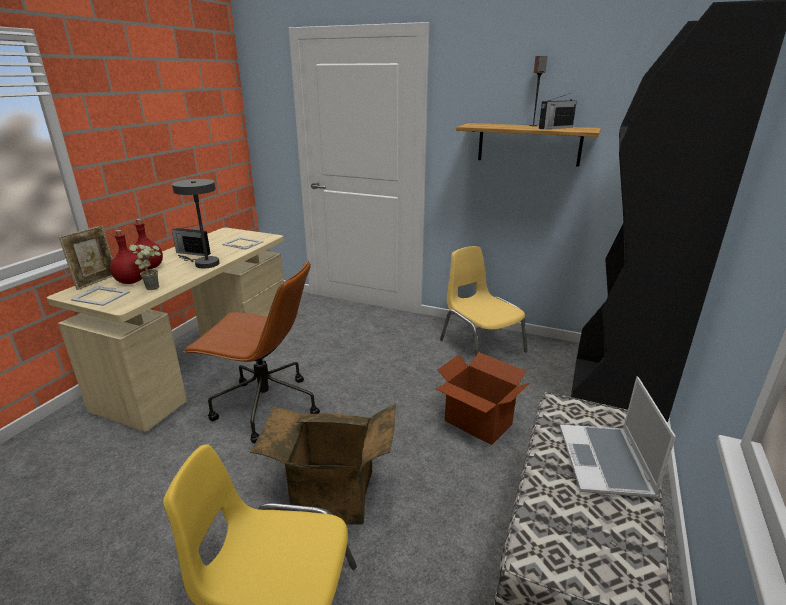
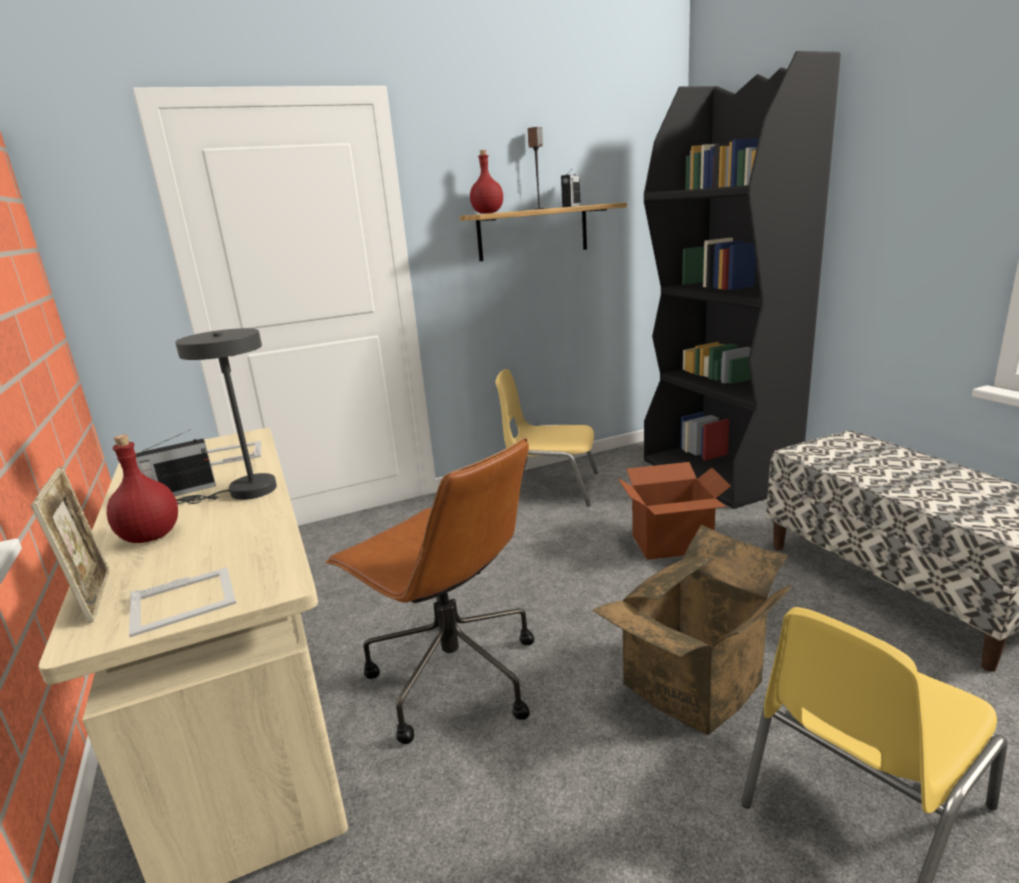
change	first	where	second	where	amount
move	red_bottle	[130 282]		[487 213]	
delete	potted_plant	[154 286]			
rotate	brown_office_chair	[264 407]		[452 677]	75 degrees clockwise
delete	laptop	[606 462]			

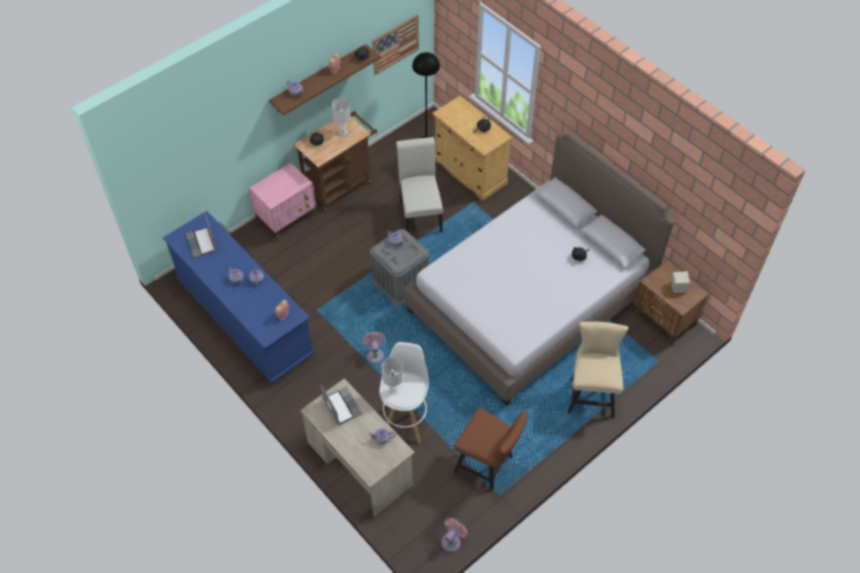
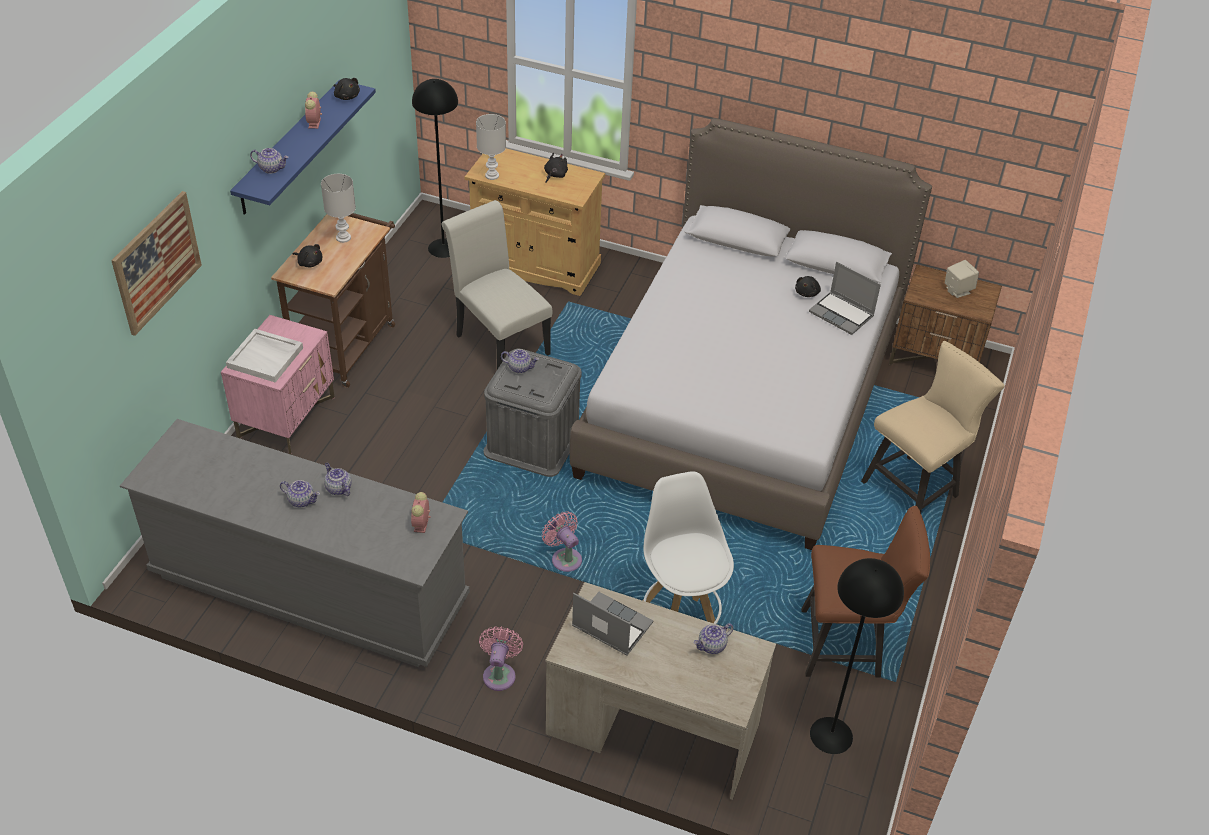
change	first	where	second	where	amount
move	picture	[395 44]		[157 262]	
recolor	brown_shelf	[319 79]	blue_shelf	[289 147]	
recolor	blue_dresser	[245 318]	grey_dresser	[310 587]	
move	laptop	[202 243]		[842 314]	
rotate	beige_chair	[591 393]		[915 487]	75 degrees clockwise
move	white_table_lamp	[394 389]		[492 175]	
move	pink_fan	[452 540]		[500 673]	
insert			white_tray	[266 357]	
insert			black_floor_lamp	[831 735]	

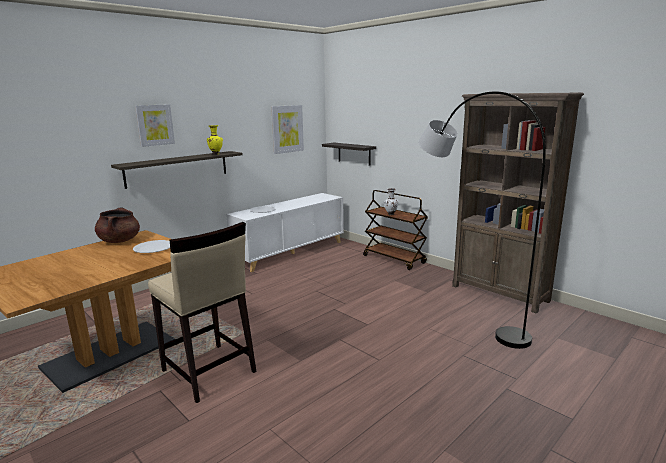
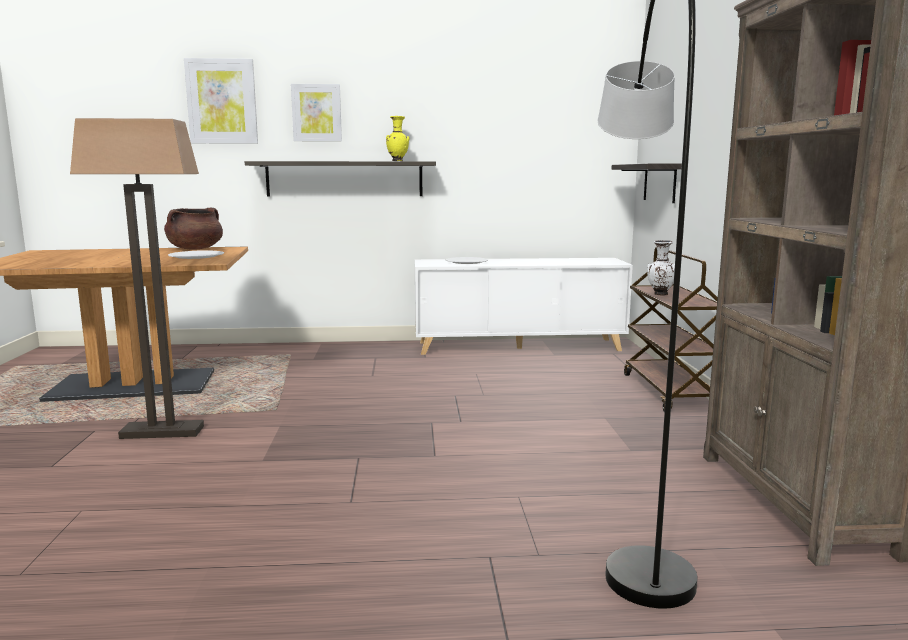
change	first	where	second	where	amount
move	picture	[287 129]		[222 101]	
replace	beige_stool	[208 372]	floor_lamp	[161 432]	

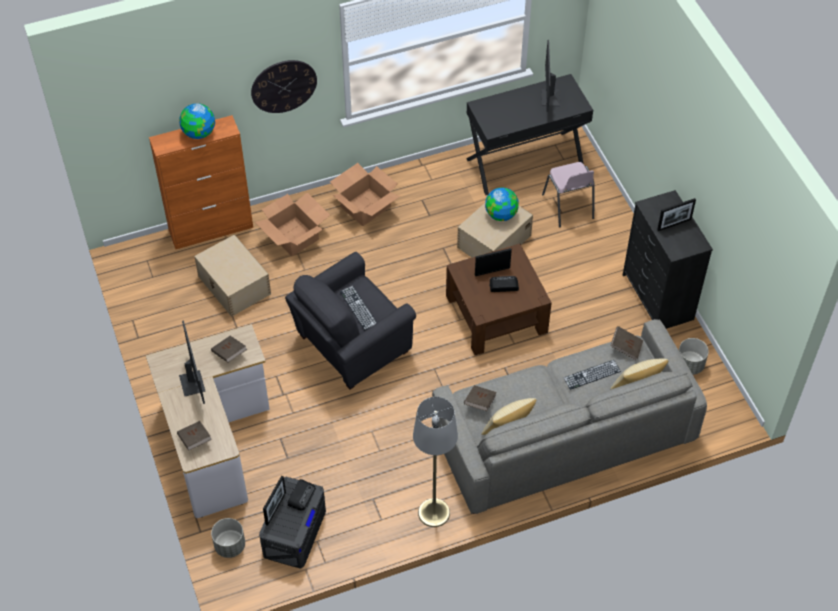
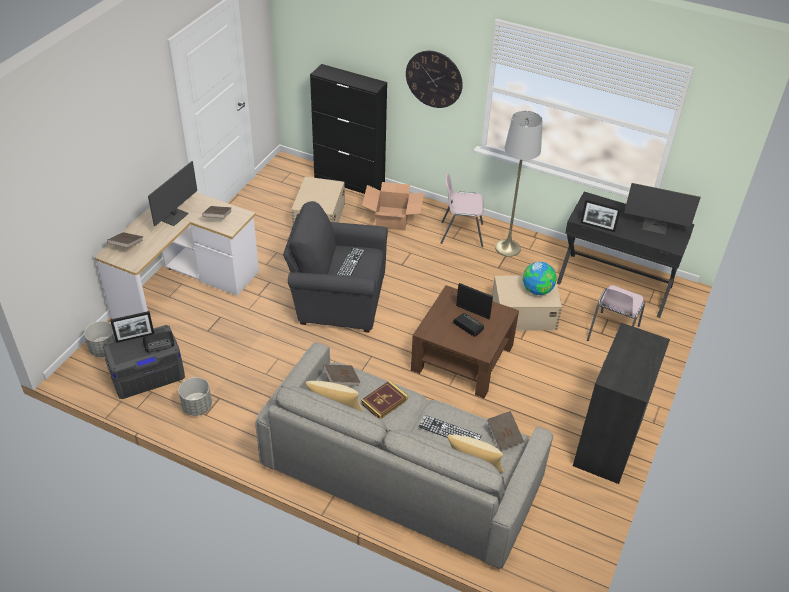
change	first	where	second	where	amount
rotate	monitor	[549 97]		[654 227]	120 degrees counterclockwise
delete	globe	[199 133]			
recolor	orange_cabinet	[211 229]	black_cabinet	[349 182]	
replace	cardboard_box	[365 207]	pink_chair	[461 233]	
move	picture_frame	[674 224]		[597 226]	
move	grey_planter	[690 365]		[197 407]	
move	grey_floor_lamp	[434 512]		[507 248]	
insert			book	[384 402]	

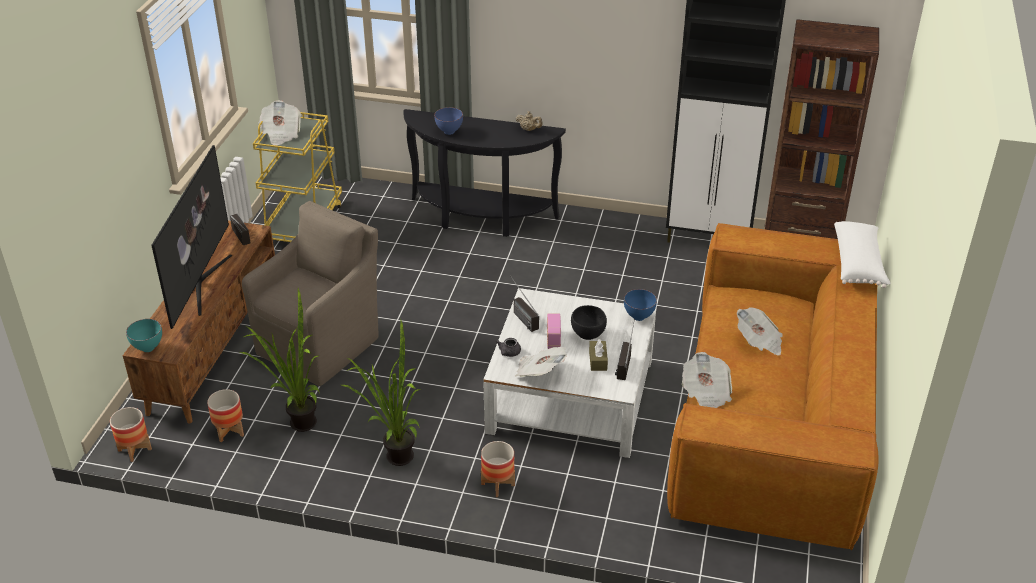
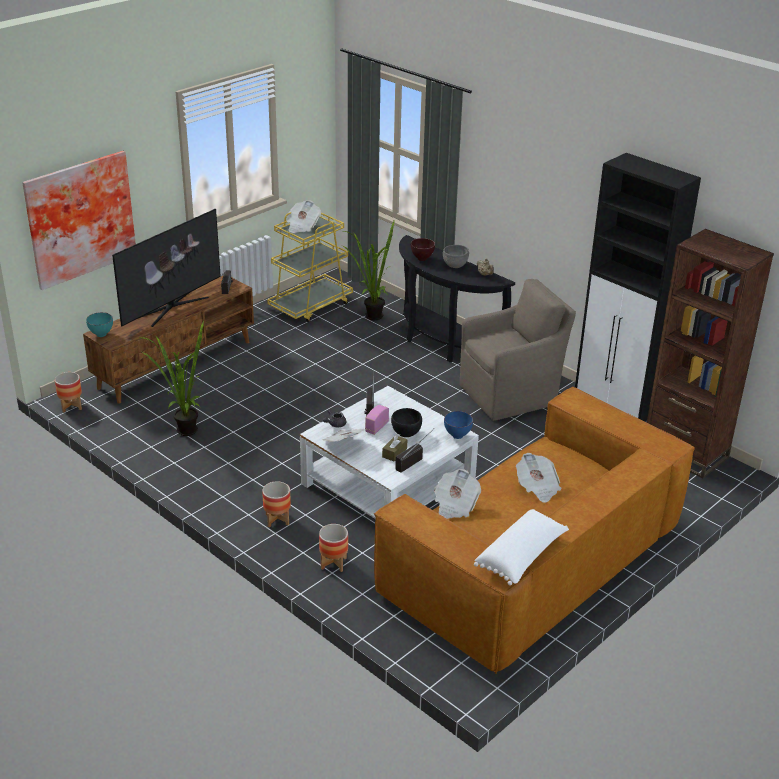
change	first	where	second	where	amount
recolor	blue_bowl	[449 132]	brown_bowl	[422 259]	
move	brown_armchair	[321 344]		[511 394]	
move	white_pillow	[858 264]		[522 556]	
move	potted_plant	[393 458]		[370 315]	
move	planter	[229 431]		[333 563]	
insert			picture	[79 218]	
insert			grey_bowl	[455 265]	

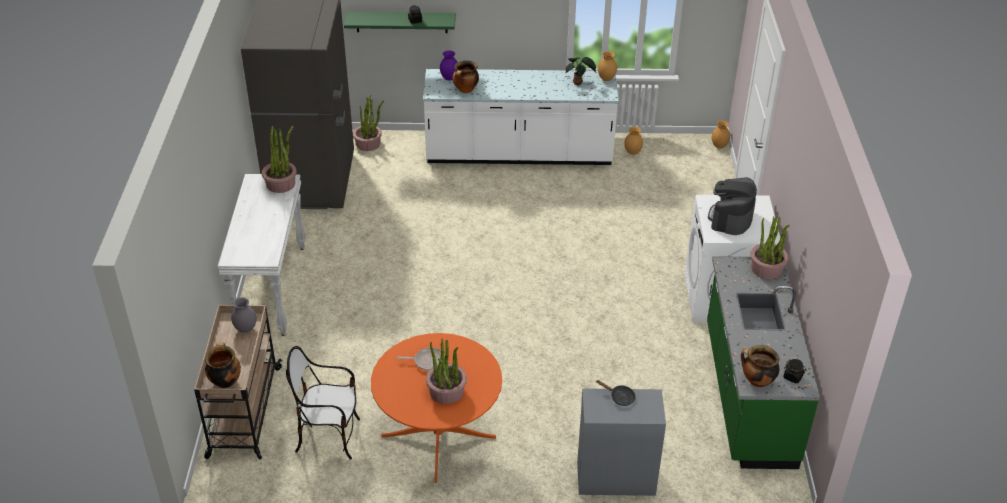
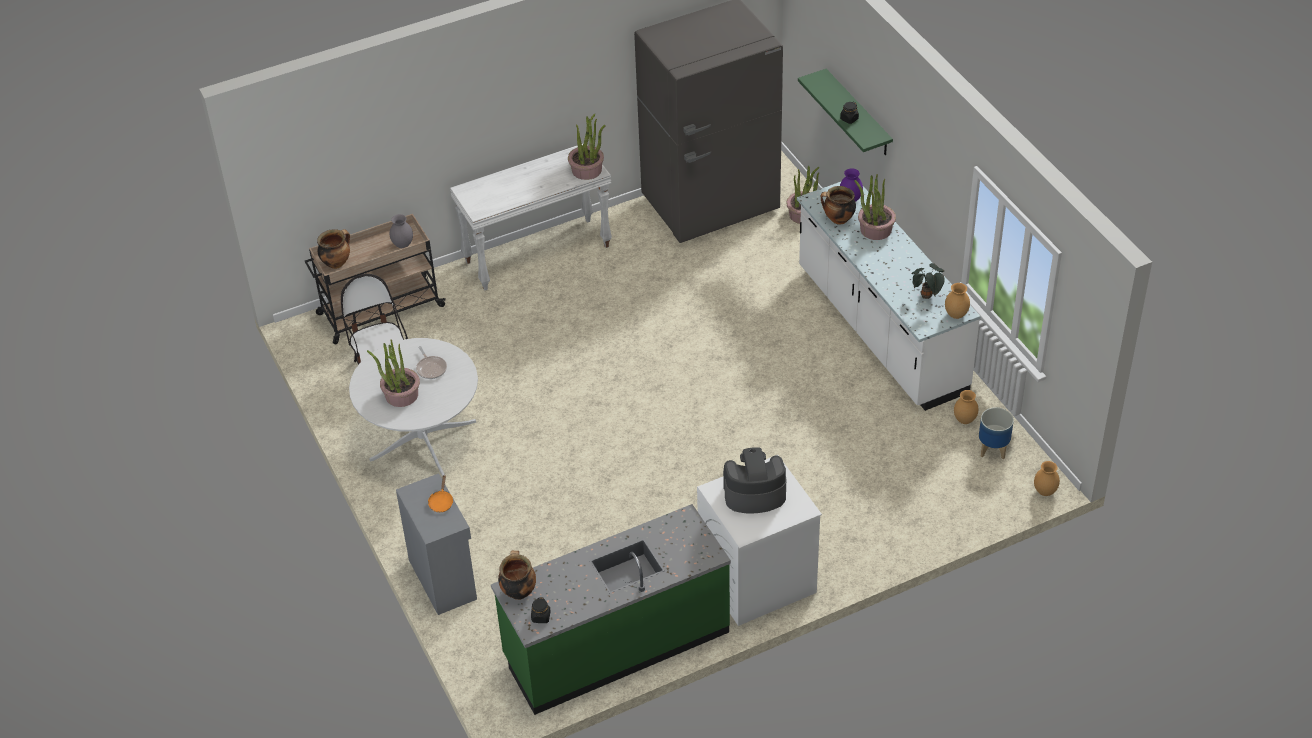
change	first	where	second	where	amount
move	potted_plant	[766 269]		[875 229]	
recolor	orange_dining_table	[439 437]	white_dining_table	[423 441]	
recolor	black_frying_pan	[619 397]	orange_frying_pan	[441 502]	
insert			planter	[993 449]	

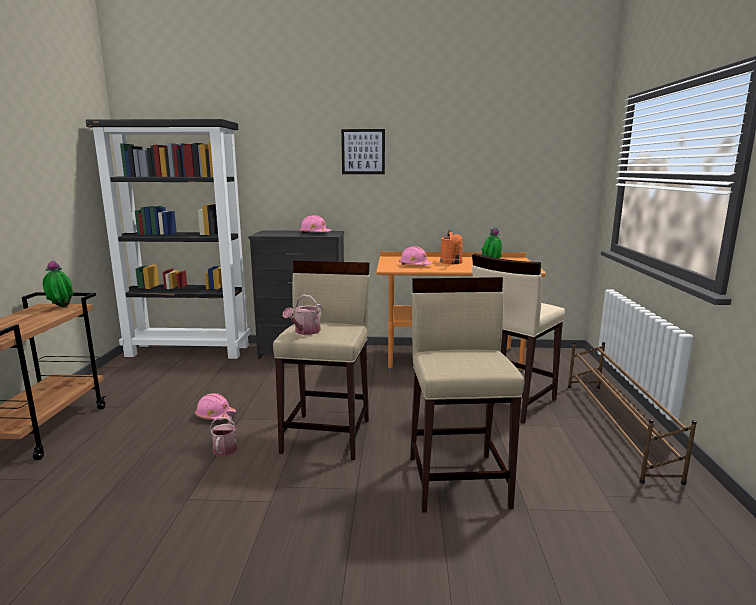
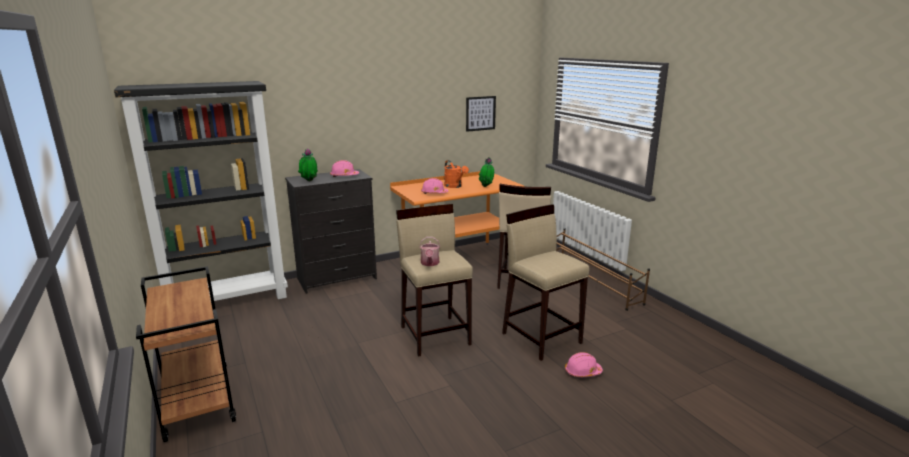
change	first	where	second	where	amount
move	picture	[363 151]		[480 113]	
move	potted_plant	[61 307]		[309 181]	
move	pink_hard_hat	[215 416]		[582 372]	
delete	watering_can	[226 447]			

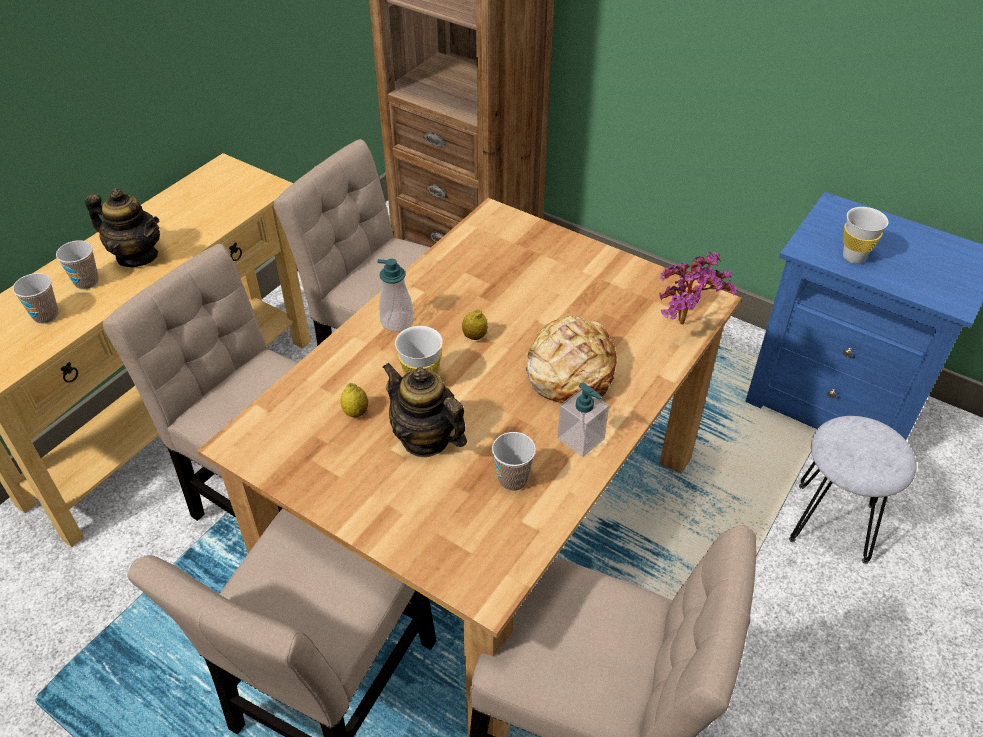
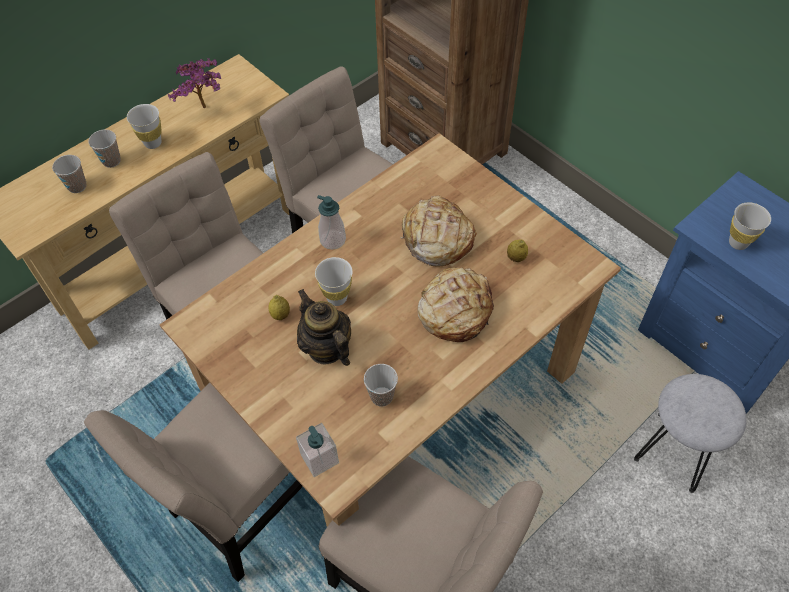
change	first	where	second	where	amount
replace	teapot	[137 256]	white_cup	[153 143]	
move	potted_plant	[686 326]		[206 109]	
move	lemon	[475 336]		[516 258]	
move	soap_dispenser	[581 439]		[320 459]	
insert			bread	[436 239]	

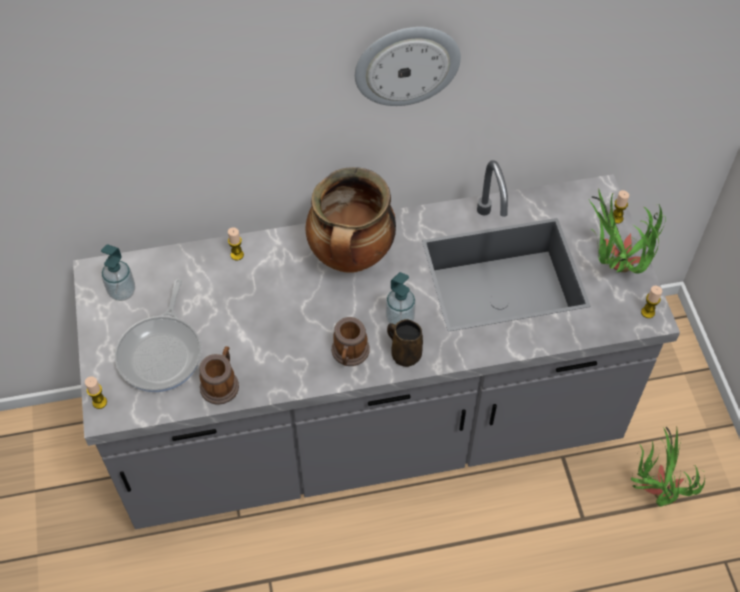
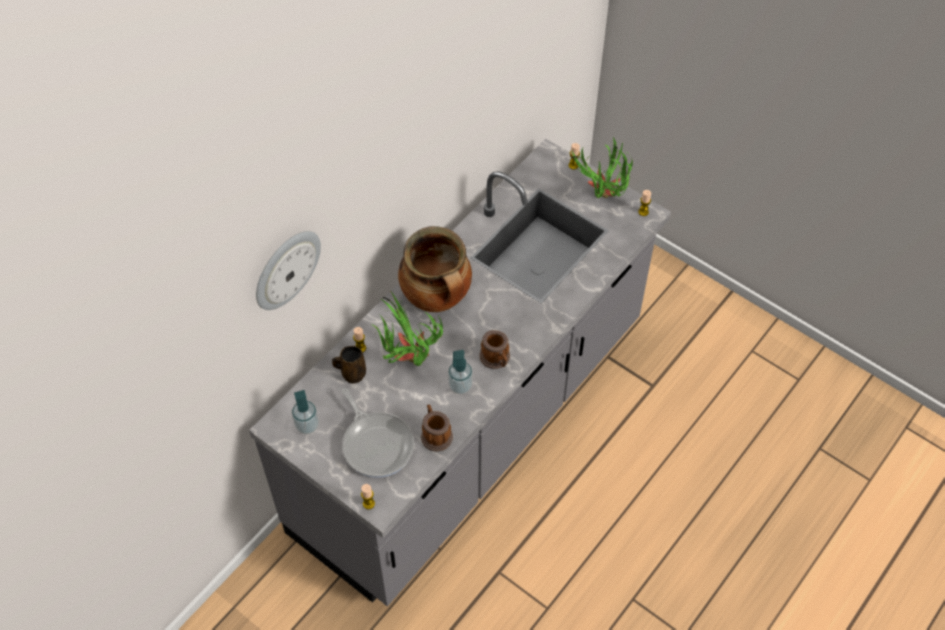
change	first	where	second	where	amount
move	wall_clock	[406 64]		[286 269]	
move	soap_dispenser	[400 319]		[460 386]	
move	brown_mug	[404 354]		[352 374]	
move	potted_plant	[652 492]		[407 361]	

